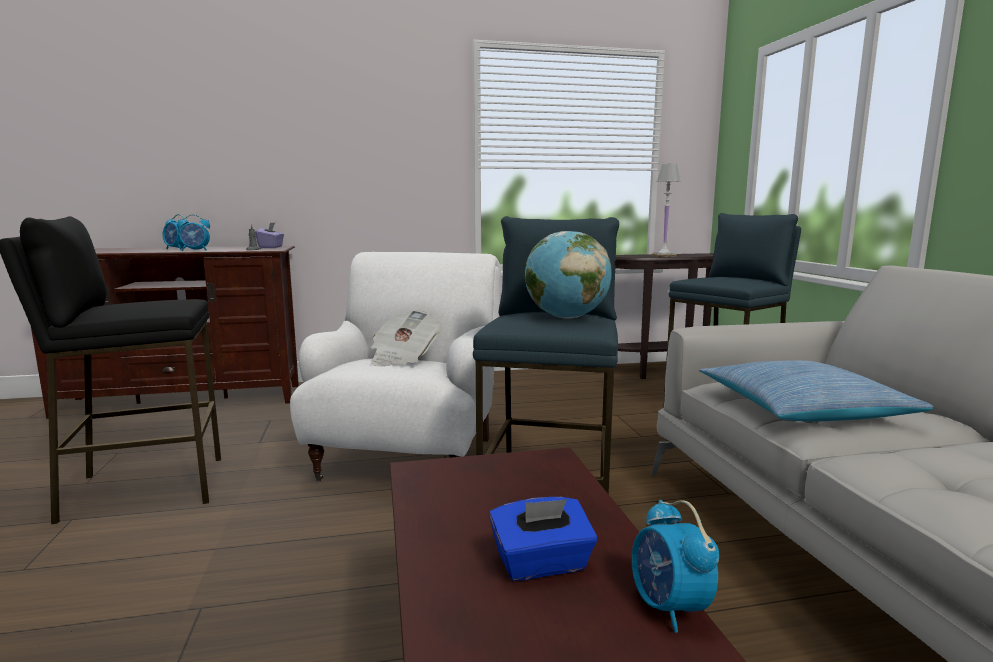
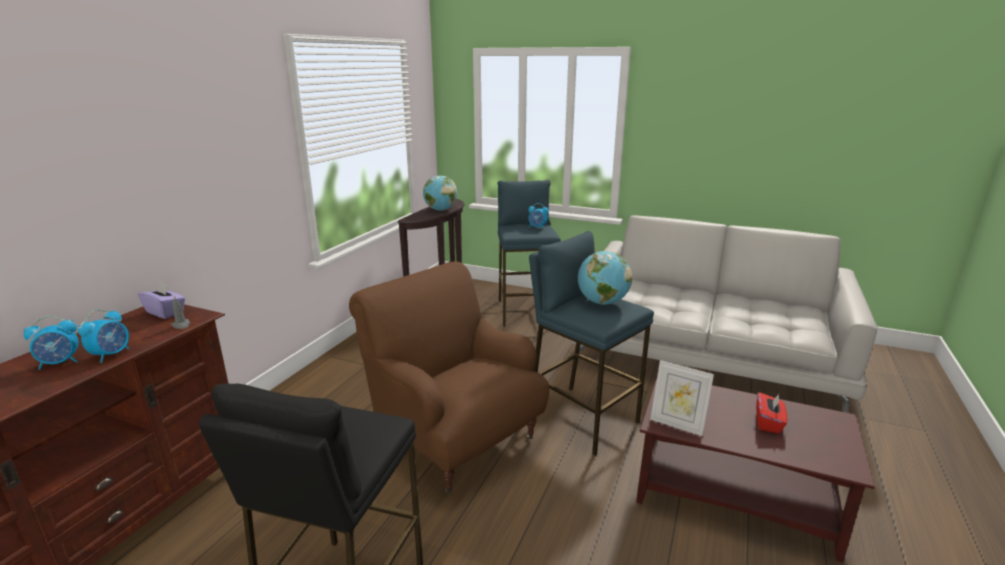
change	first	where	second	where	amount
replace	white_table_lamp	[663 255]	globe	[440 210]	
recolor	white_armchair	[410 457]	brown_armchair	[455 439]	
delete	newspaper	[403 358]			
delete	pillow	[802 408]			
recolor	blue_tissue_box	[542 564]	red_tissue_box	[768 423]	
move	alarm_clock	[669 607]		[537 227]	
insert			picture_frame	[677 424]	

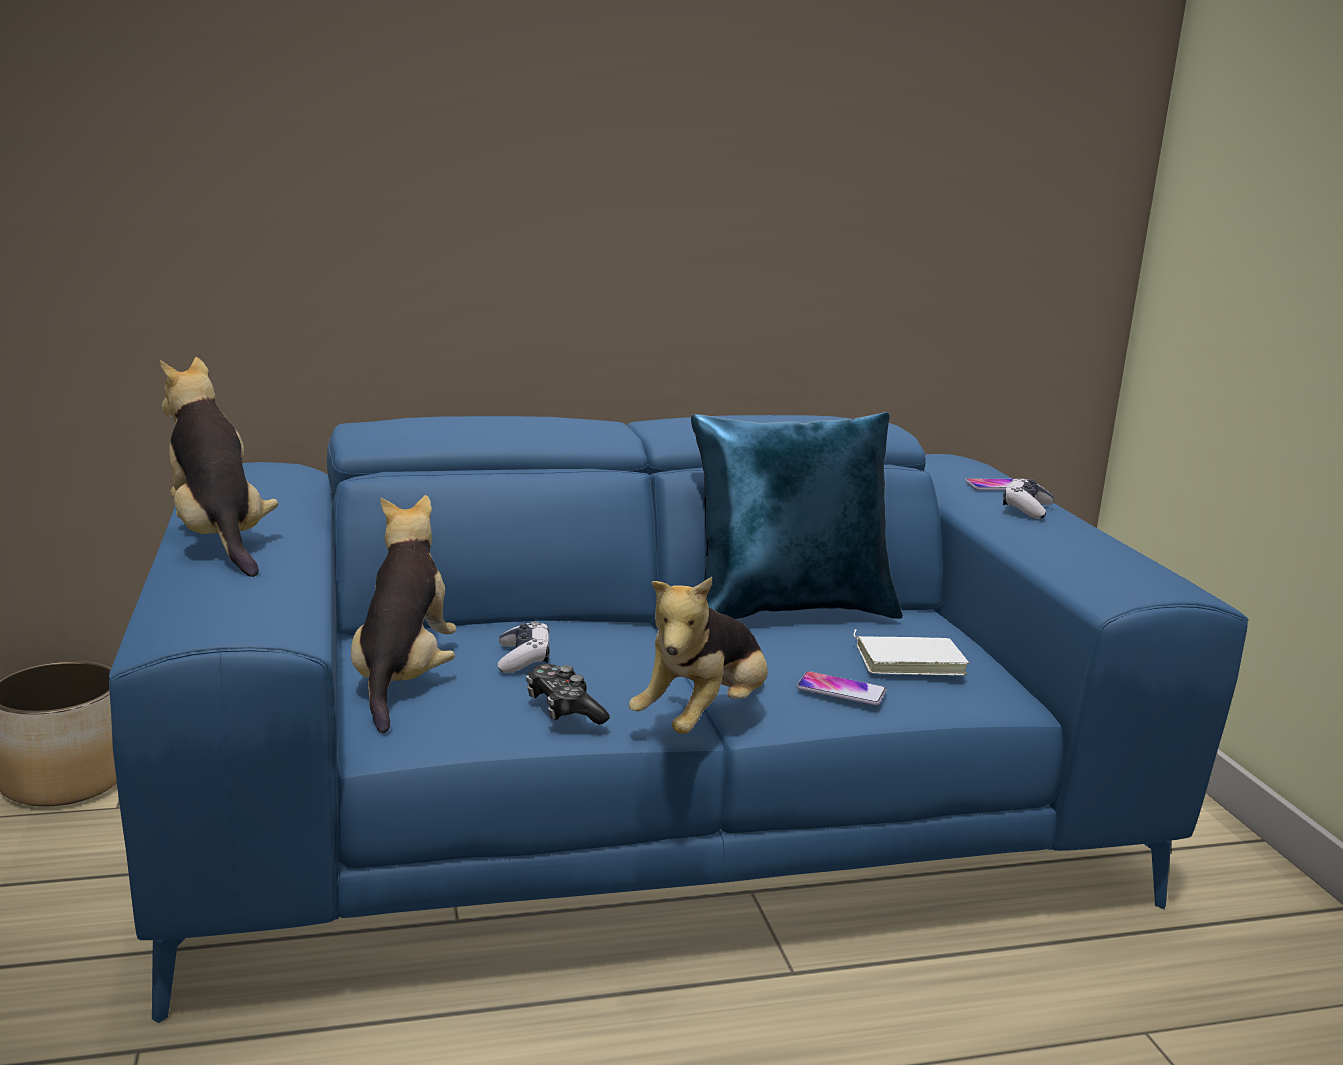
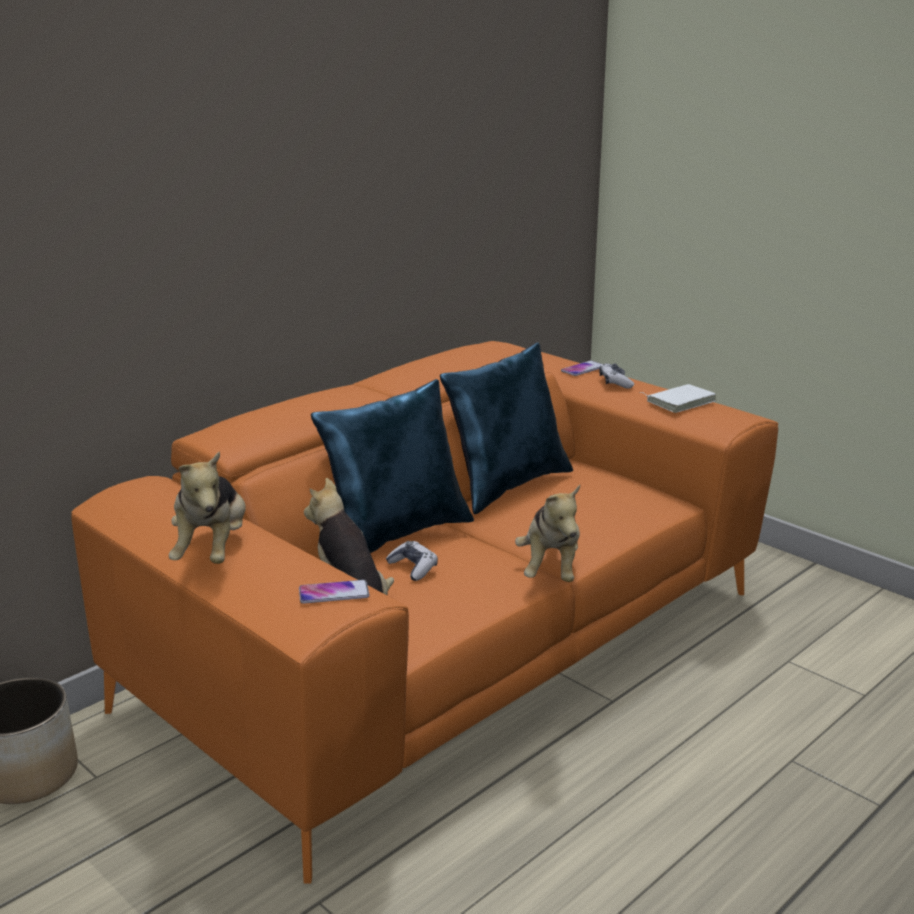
change	first	where	second	where	amount
rotate	plush_toy	[218 539]		[212 550]	120 degrees counterclockwise
recolor	blue_sofa	[654 824]	orange_sofa	[455 649]	
move	white_book	[909 660]		[679 401]	
delete	game_controller	[564 709]			
move	phone	[841 690]		[334 593]	
insert			blue_pillow	[396 534]	

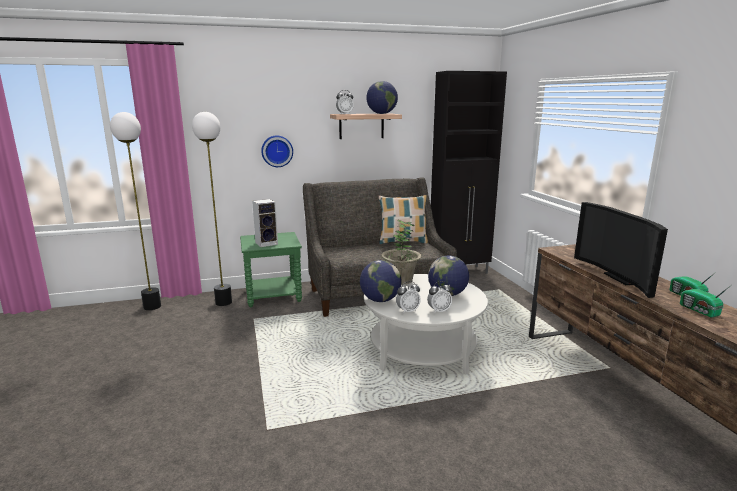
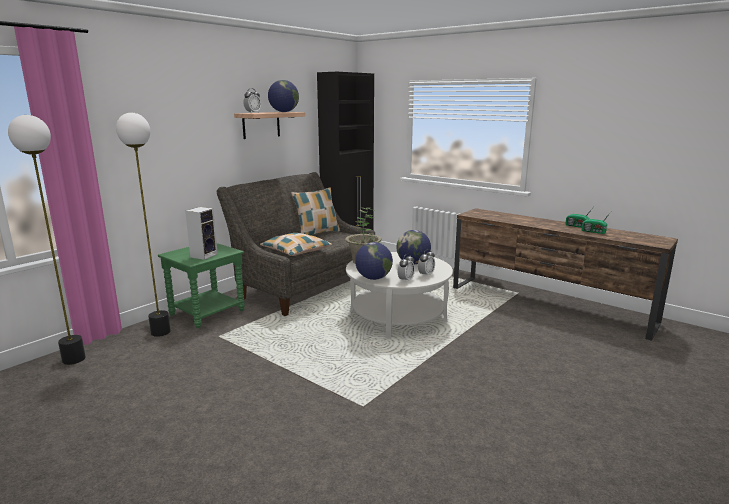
change	first	where	second	where	amount
delete	wall_clock	[277 151]			
delete	television	[622 278]			
insert			pillow	[296 251]	

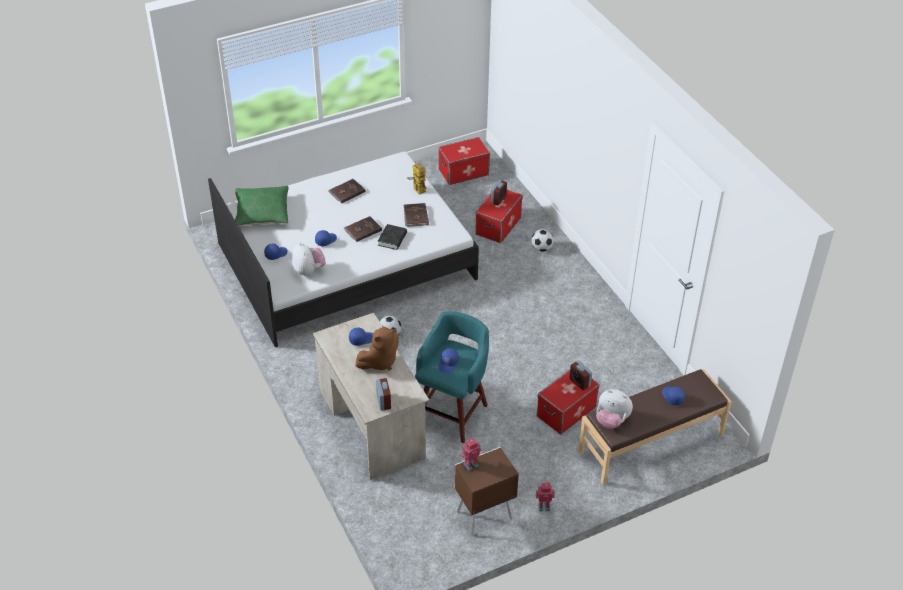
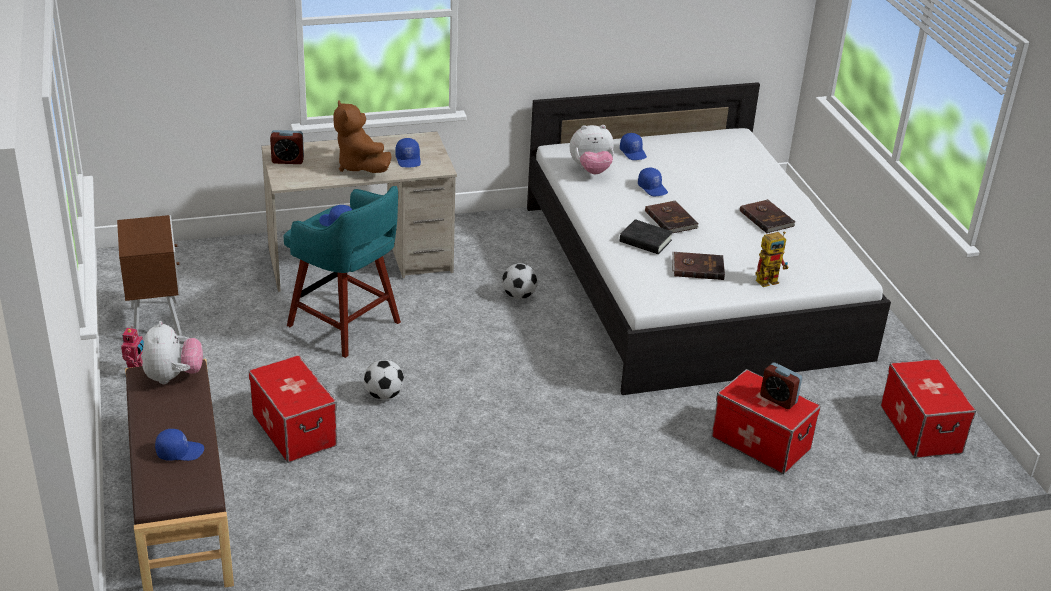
change	first	where	second	where	amount
delete	green_pillow	[262 213]			
move	football	[541 248]		[384 395]	
delete	alarm_clock	[579 382]			
rotate	plush_toy	[611 420]		[173 377]	135 degrees clockwise
delete	toy_robot	[470 464]			

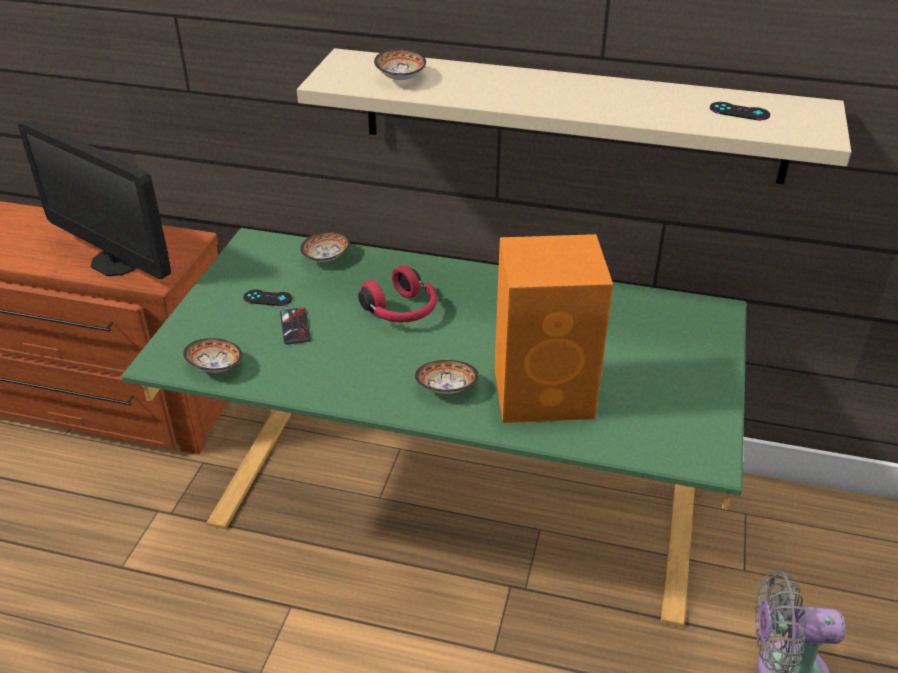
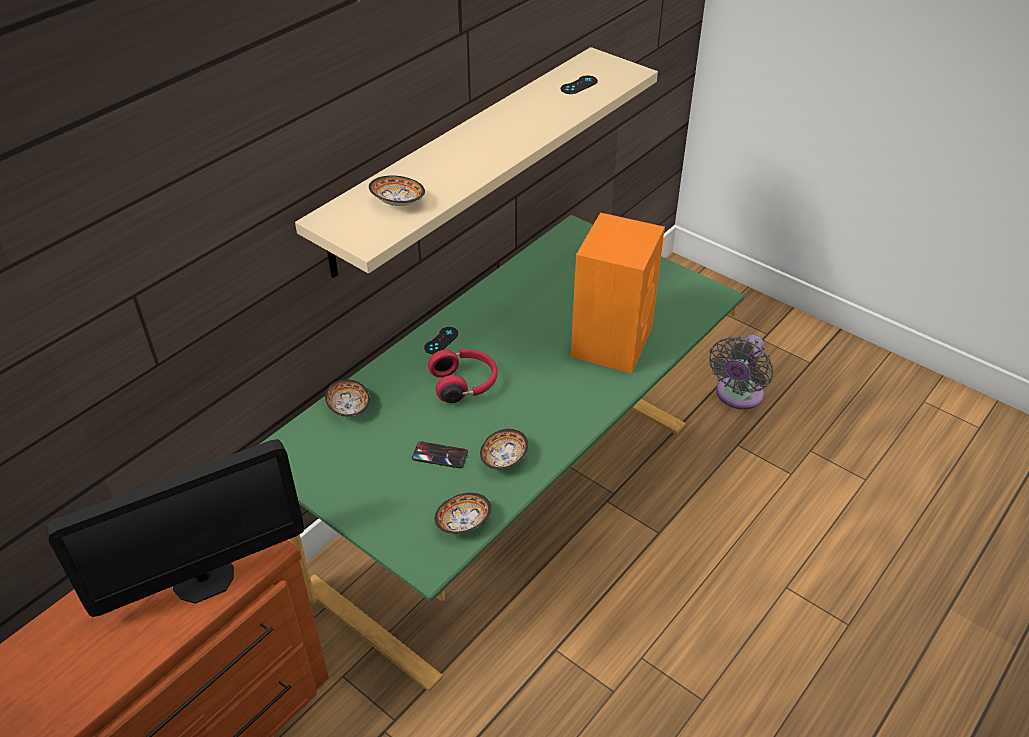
change	first	where	second	where	amount
move	black_game_controller	[267 298]		[441 341]	
move	bowl	[446 388]		[504 459]	

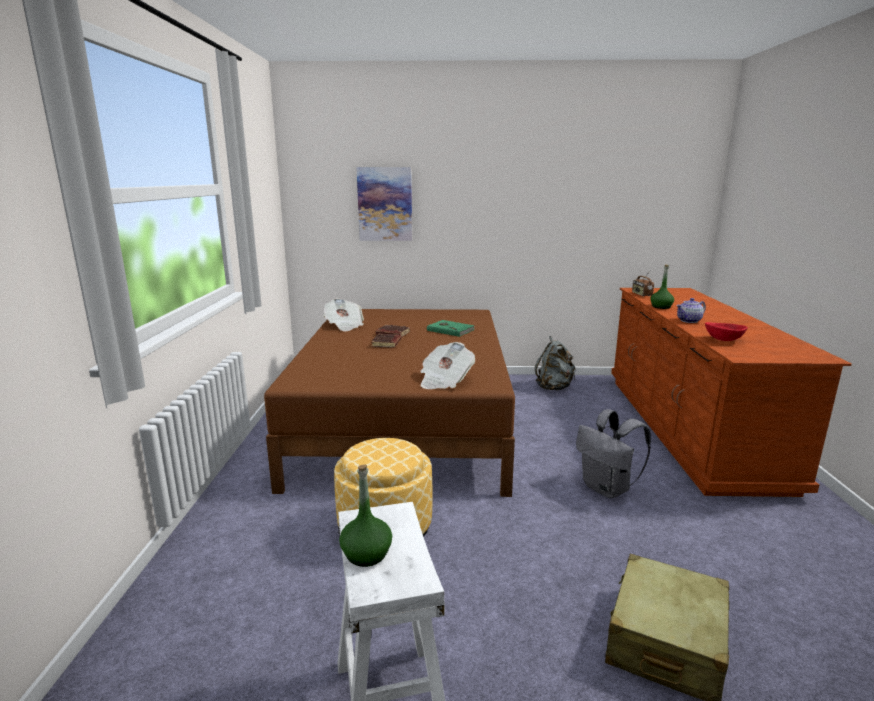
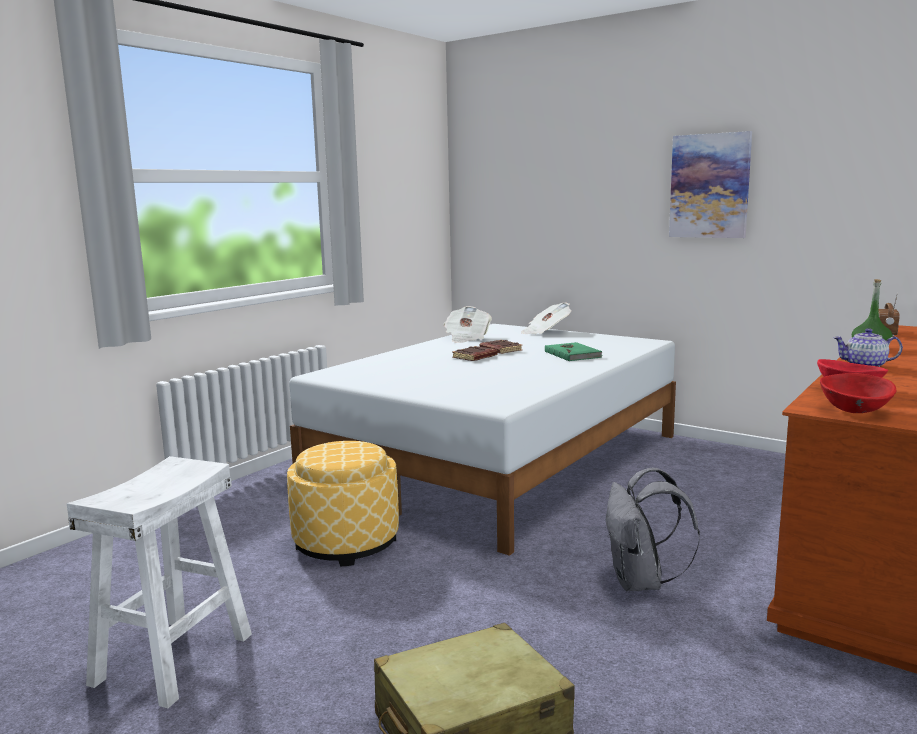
change	first	where	second	where	amount
move	picture	[385 204]		[709 186]	
recolor	brown_bed	[405 421]	white_bed	[500 461]	
delete	grey_backpack	[554 387]			
move	newspaper	[444 381]		[545 332]	
delete	green_bottle	[366 554]			
insert			red_bowl	[854 411]	

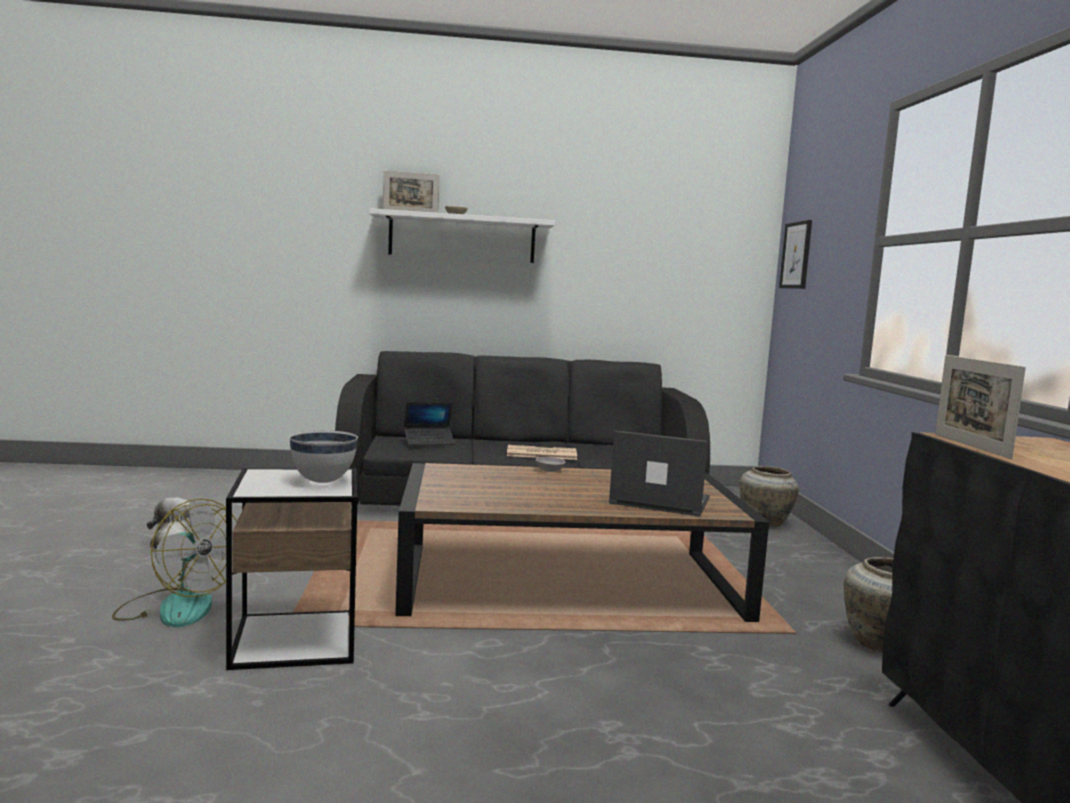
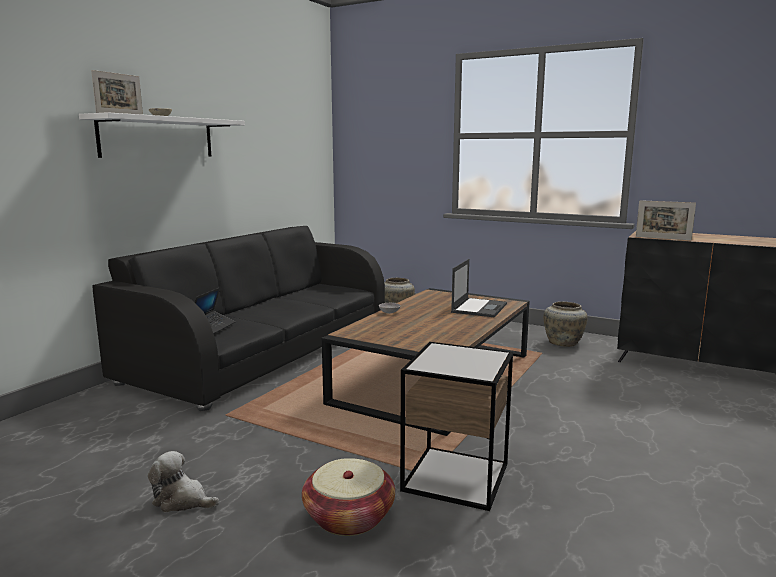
change	first	where	second	where	amount
delete	picture	[796 255]			
delete	white_bowl	[323 482]			
rotate	laptop	[658 501]		[479 308]	150 degrees clockwise
delete	newspaper	[540 454]			
replace	fan	[176 607]	basket	[349 517]	

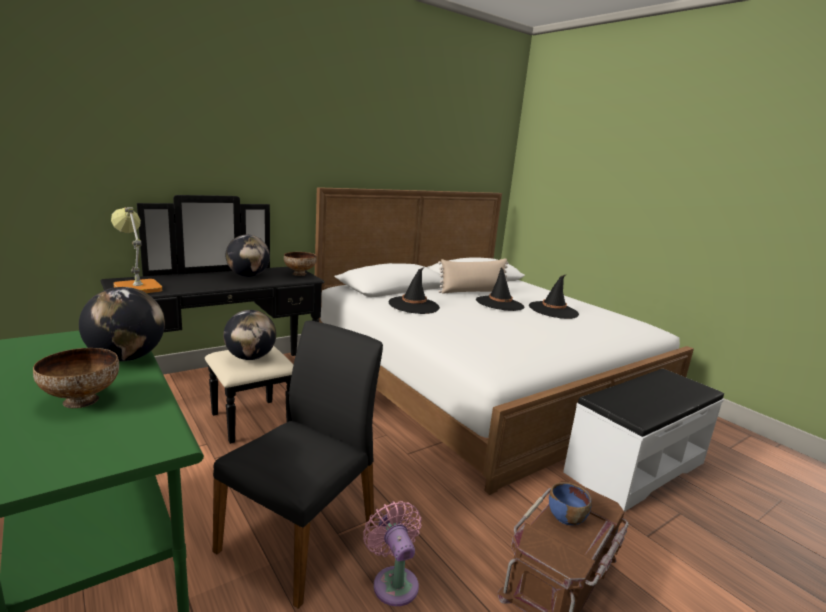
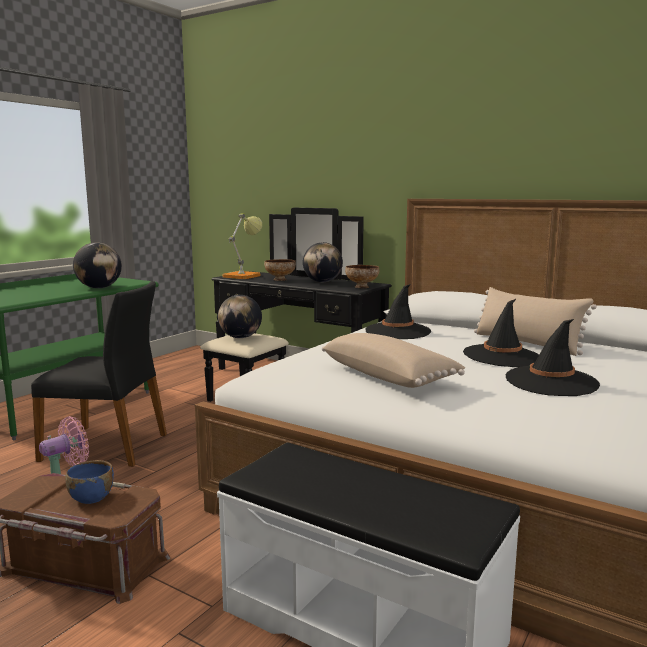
change	first	where	second	where	amount
move	bowl	[82 401]		[280 280]	
insert			beige_pillow	[389 376]	

